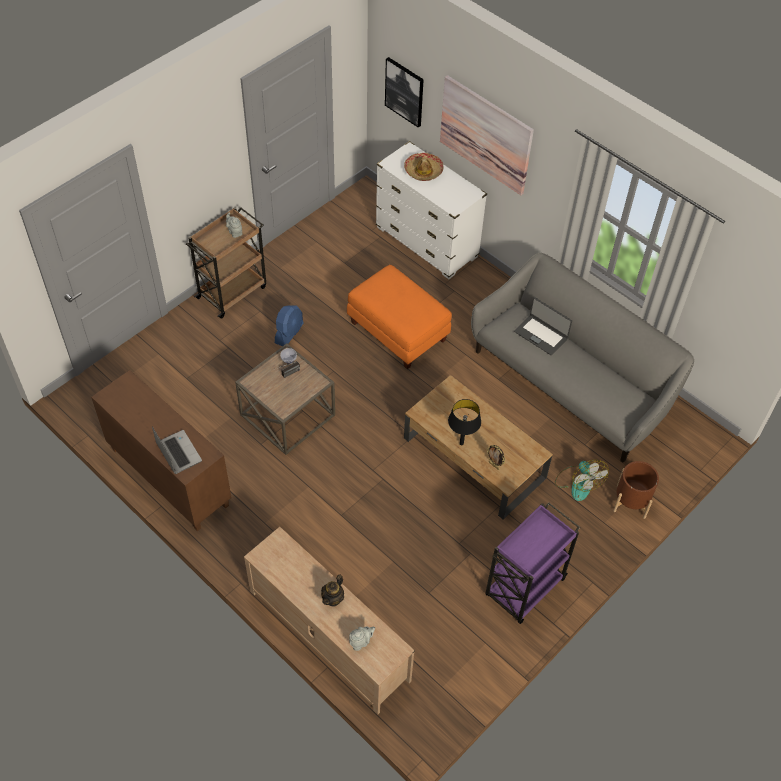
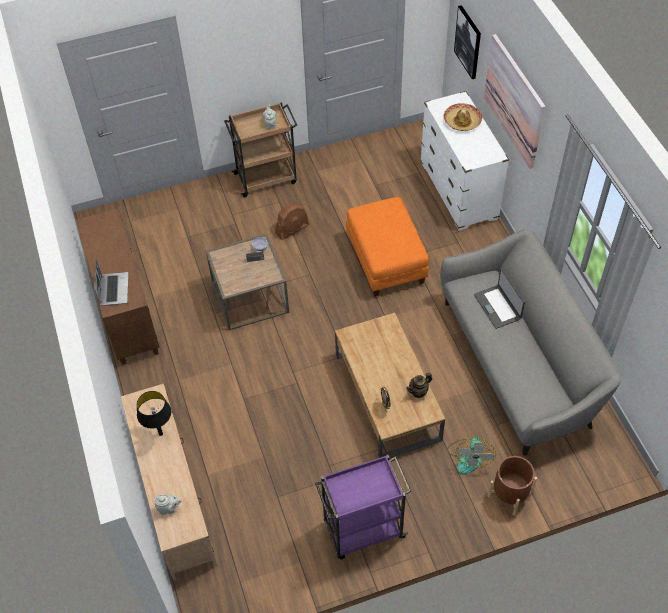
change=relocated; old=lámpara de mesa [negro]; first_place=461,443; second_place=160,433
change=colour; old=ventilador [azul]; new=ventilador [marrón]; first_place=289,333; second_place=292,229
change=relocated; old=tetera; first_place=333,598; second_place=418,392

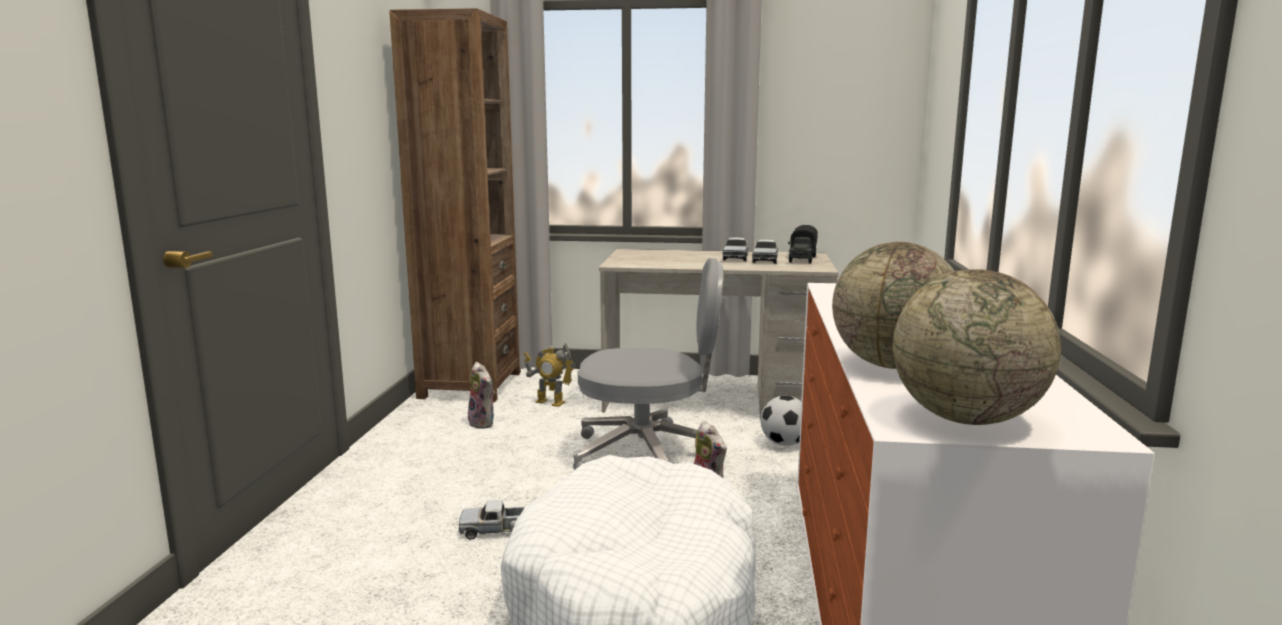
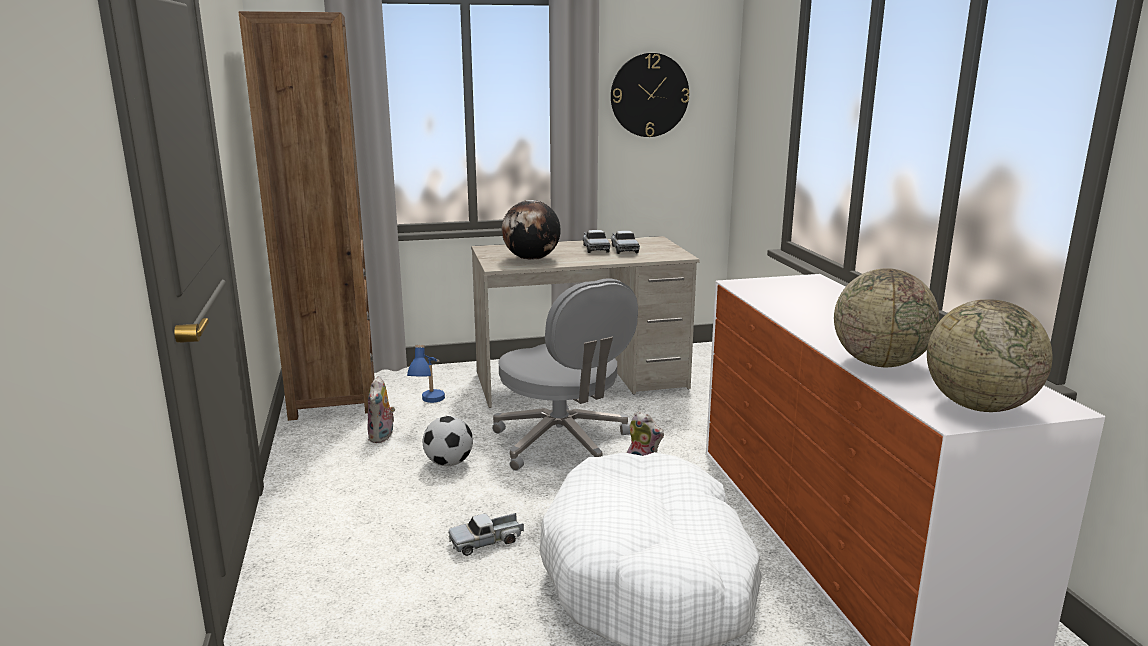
change=spun; old=peluche; first_place=484,423; second_place=382,437; degrees=60
change=exchanged; old=robot de juguete; new=lámpara de mesa [azul]; first_place=550,402; second_place=430,405
change=relocated; old=balón de fútbol; first_place=784,443; second_place=449,463
change=spun; old=silla de oficina [gris]; first_place=649,454; second_place=563,444; degrees=75
change=appeared; new=globo terráqueo; second_place=531,259
change=appeared; new=reloj de pared; second_place=649,95
change=missing; old=camión de juguete; first_place=802,259

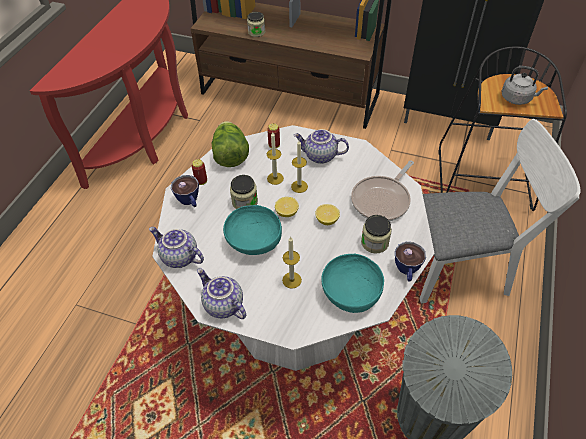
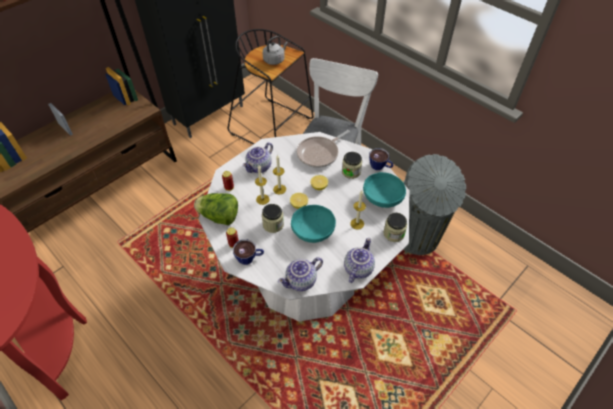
change=spun; old=sartén; first_place=382,200; second_place=320,153; degrees=75
change=spun; old=tetera; first_place=222,305; second_place=357,268; degrees=135
change=relocated; old=tarro; first_place=256,32; second_place=393,233

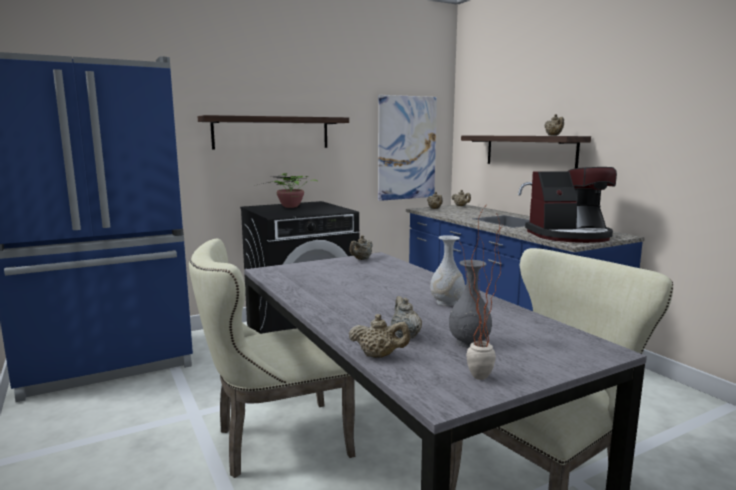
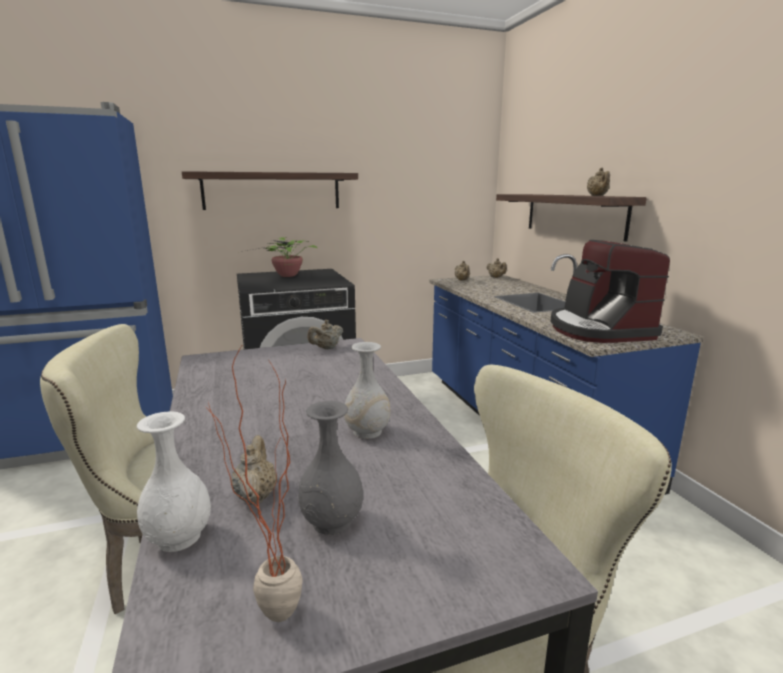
change=exchanged; old=tetera [beis]; new=florero [blanco]; first_place=379,356; second_place=180,537
change=spun; old=cafetera; first_place=569,236; second_place=598,330; degrees=75
change=missing; old=cuadro; first_place=407,148

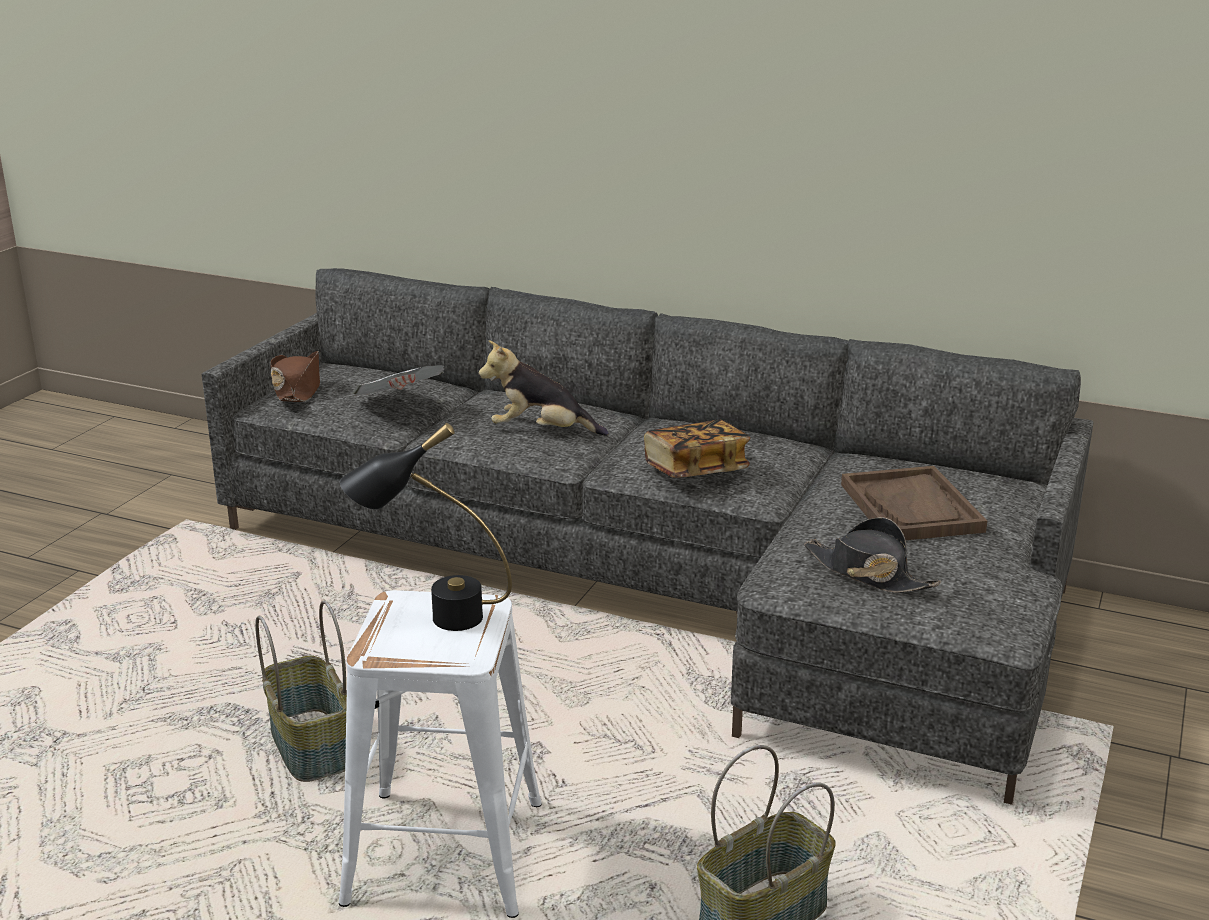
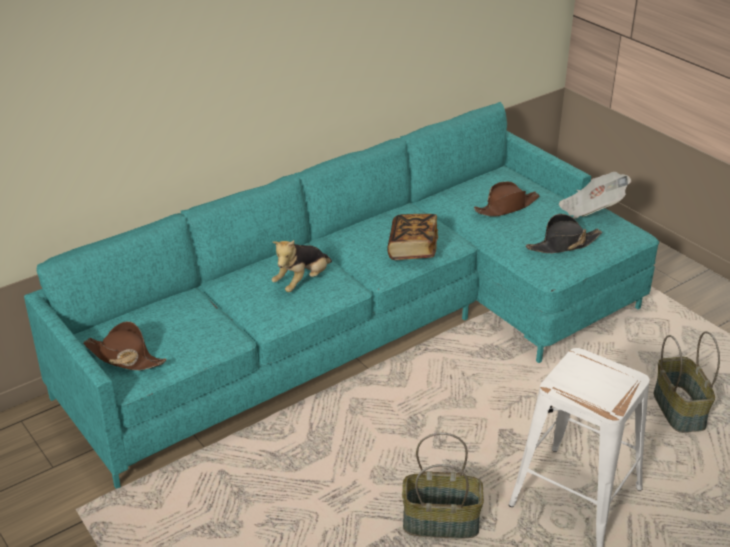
change=colour; old=sofá [gris]; new=sofá [turquesa]; first_place=659,581; second_place=369,328
change=exchanged; old=bandeja [marrón]; new=sombrero [marrón]; first_place=911,508; second_place=506,207
change=relocated; old=periódico; first_place=399,405; second_place=591,210
change=missing; old=lámpara de mesa [negro]; first_place=432,618

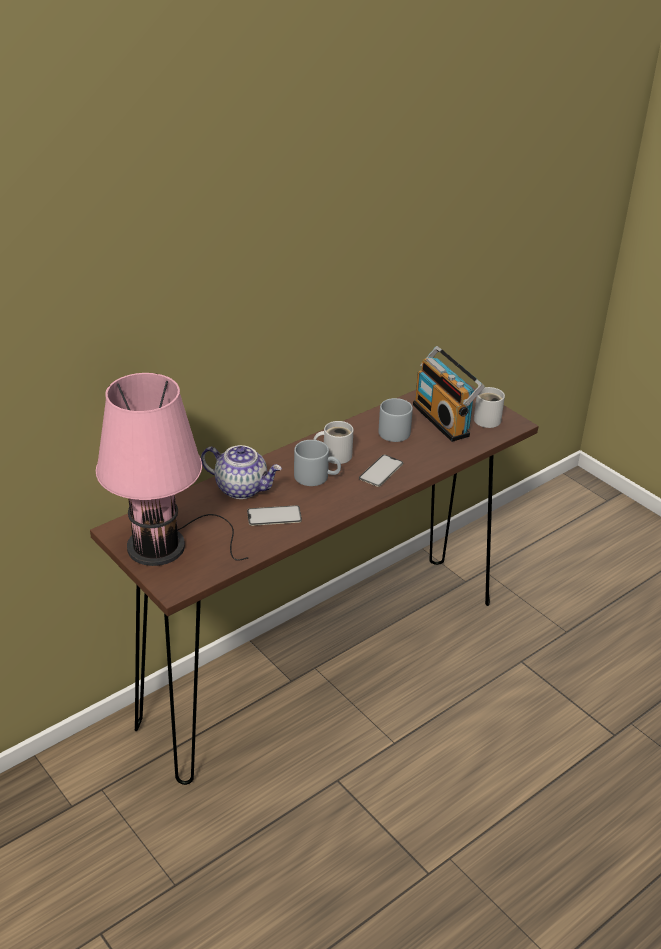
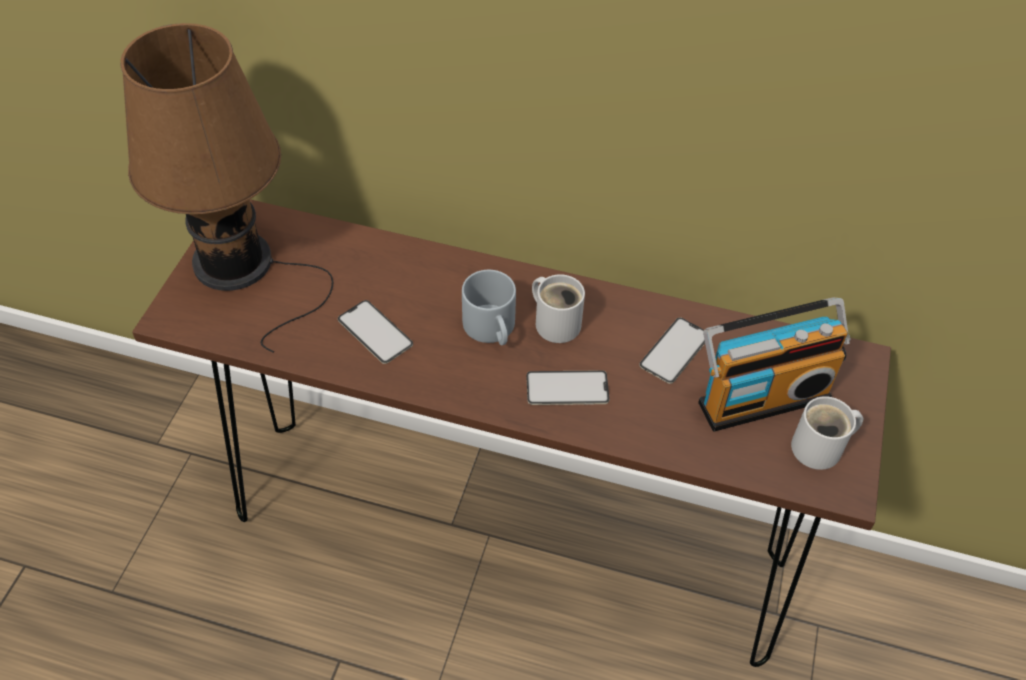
change=colour; old=lámpara de mesa [rosa]; new=lámpara de mesa [marrón]; first_place=163,545; second_place=240,266
change=exchanged; old=taza grande [gris]; new=móvil; first_place=392,429; second_place=674,350
change=spun; old=radio; first_place=444,419; second_place=761,396; degrees=-135
change=missing; old=tetera; first_place=242,488

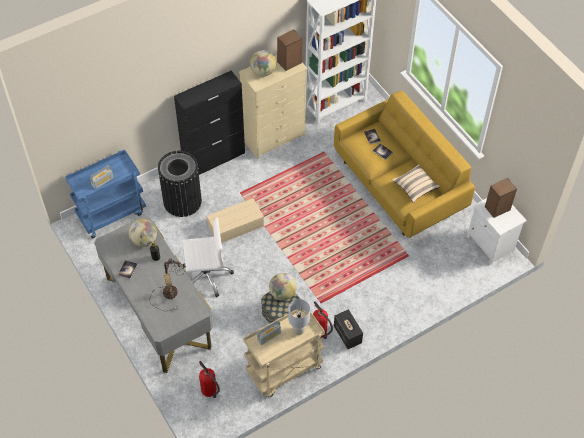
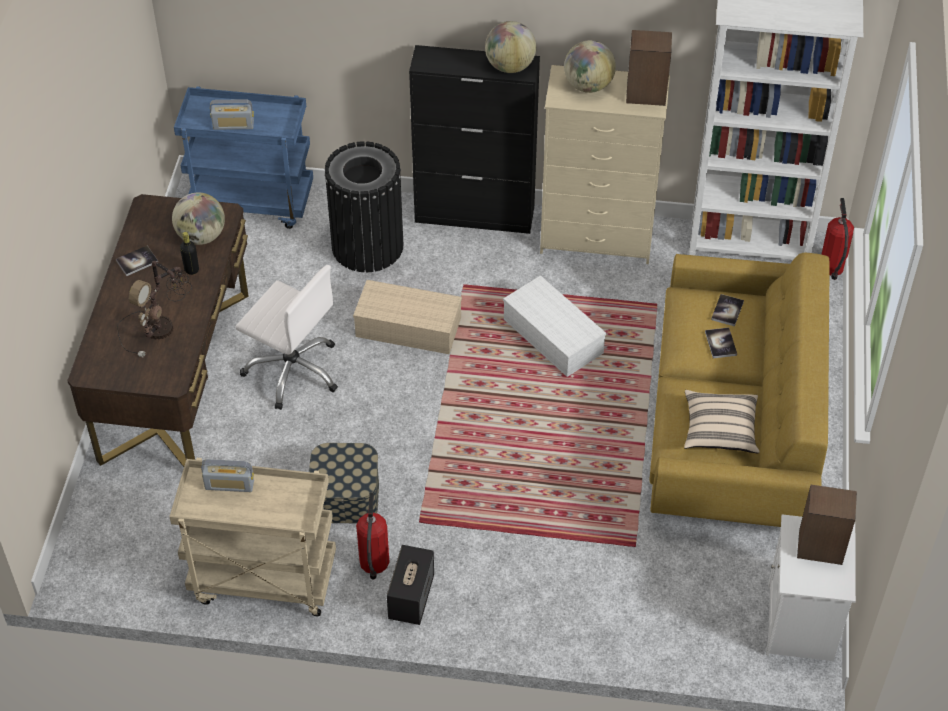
change=colour; old=escritorio [gris]; new=escritorio [marrón]; first_place=158,312; second_place=176,375
change=relocated; old=globo terráqueo; first_place=282,293; second_place=510,66
change=appeared; new=caja de almacenaje [blanco]; second_place=555,337
change=relocated; old=extintor; first_place=210,391; second_place=832,268
change=missing; old=lámpara de mesa [gris]; first_place=298,330

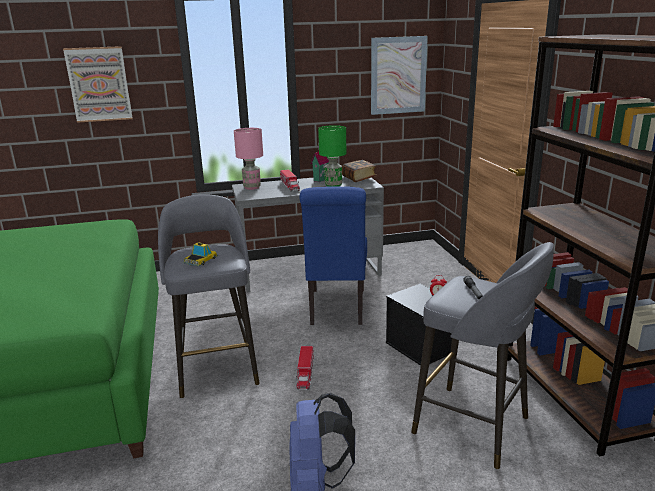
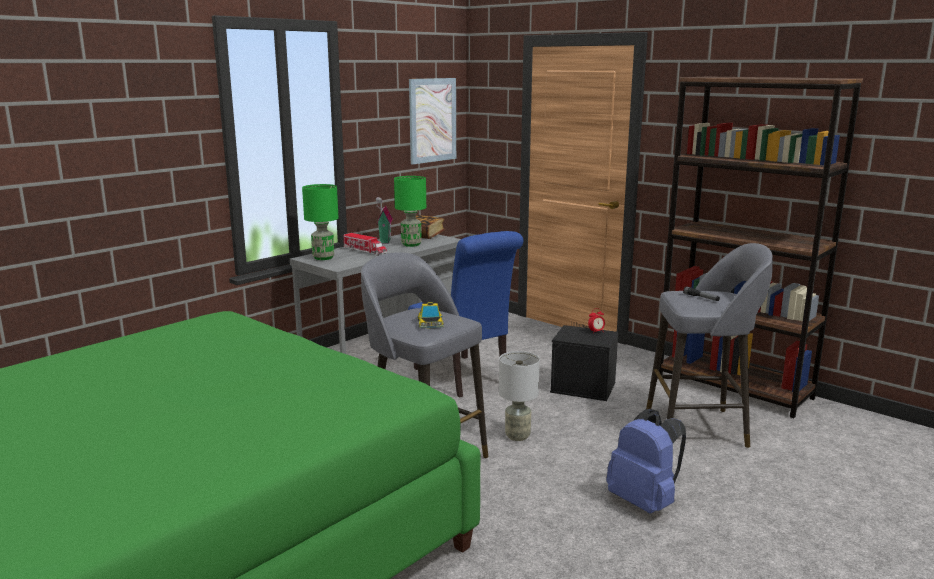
change=colour; old=lámpara de mesa [rosa]; new=lámpara de mesa [verde]; first_place=252,187; second_place=323,258
change=exchanged; old=camión de juguete; new=lámpara de mesa [gris]; first_place=305,374; second_place=517,436
change=missing; old=cuadro; first_place=99,84

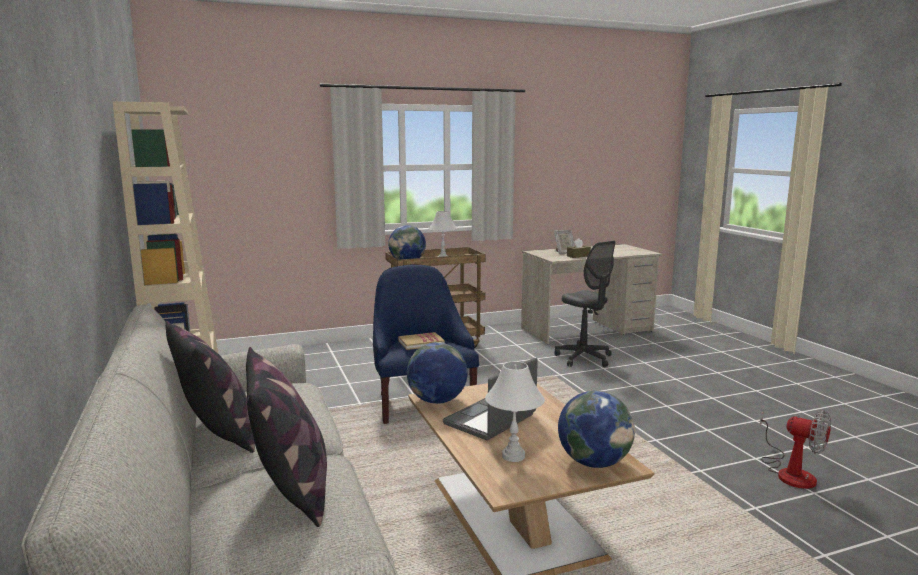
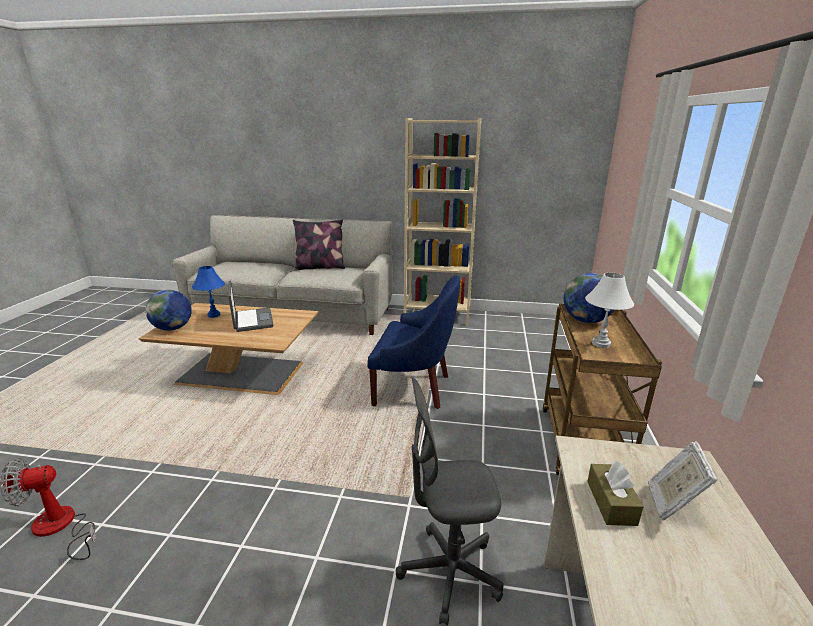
change=colour; old=lámpara de mesa [blanco]; new=lámpara de mesa [azul]; first_place=513,456; second_place=214,315
change=missing; old=cojín; first_place=292,491
change=missing; old=libro; first_place=421,343
change=missing; old=globo terráqueo; first_place=437,401

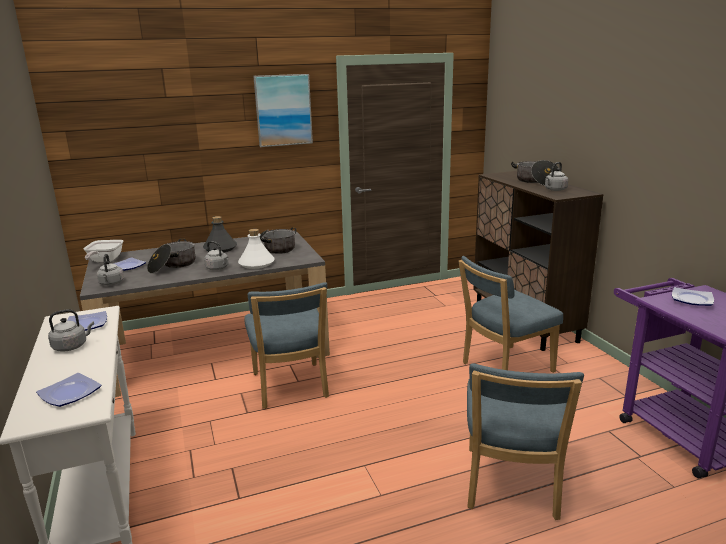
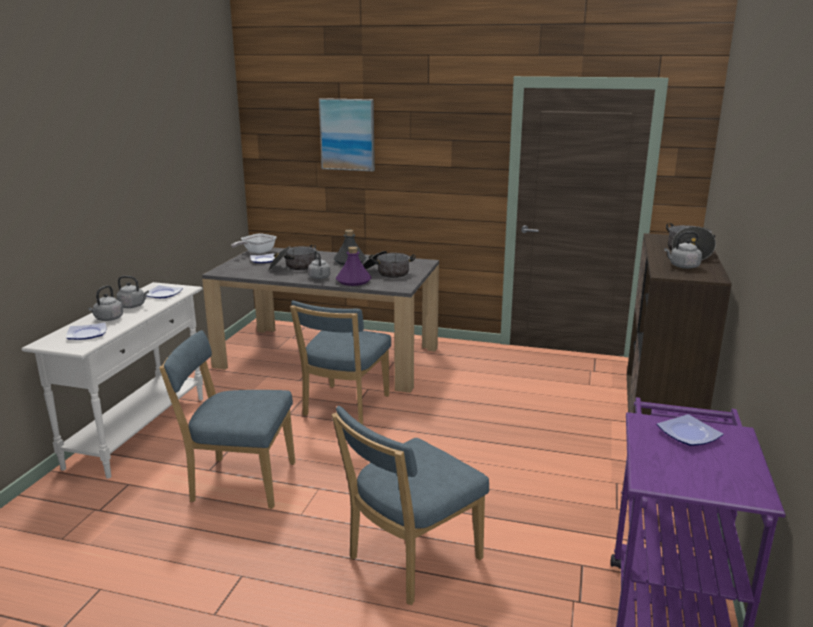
change=relocated; old=hervidor [gris]; first_place=111,284; second_place=108,319
change=relocated; old=silla [azul]; first_place=503,368; second_place=238,482
change=relocated; old=cuadro; first_place=283,110; second_place=347,134
change=colour; old=botella [blanco]; new=botella [morado]; first_place=257,264; second_place=354,281

